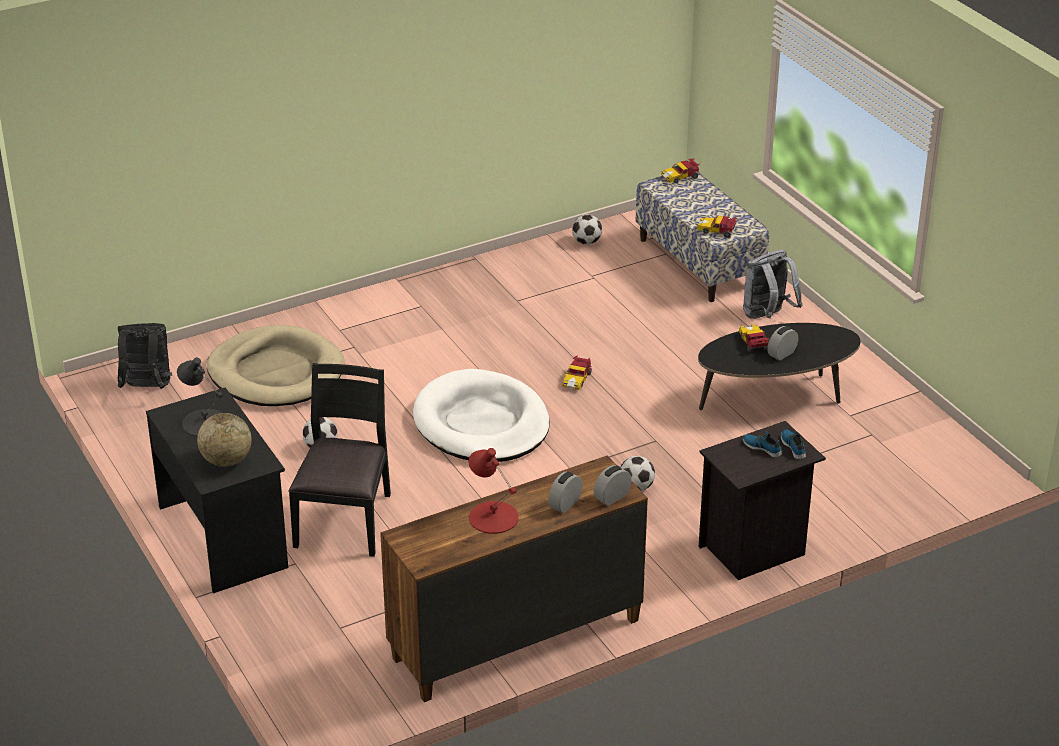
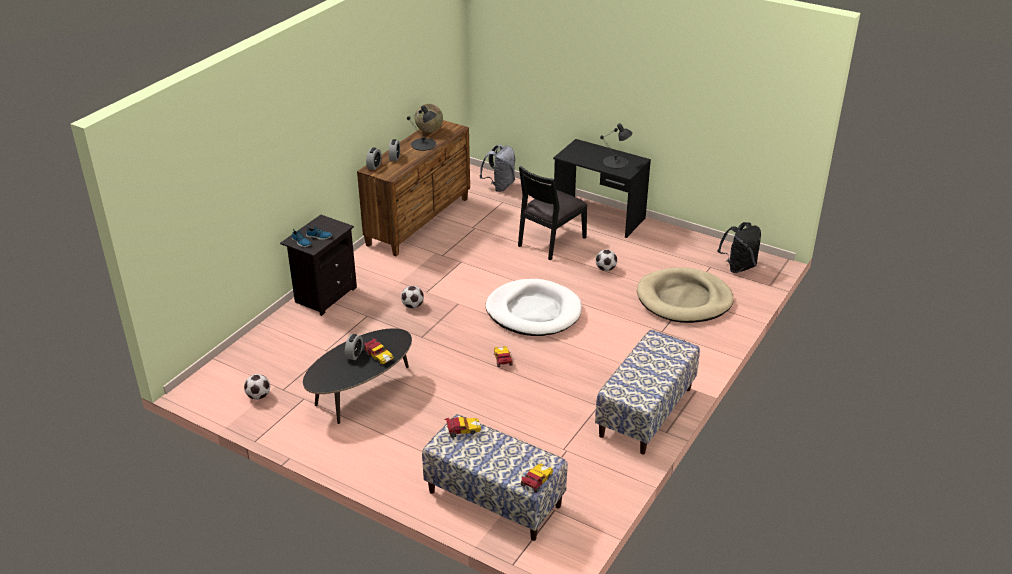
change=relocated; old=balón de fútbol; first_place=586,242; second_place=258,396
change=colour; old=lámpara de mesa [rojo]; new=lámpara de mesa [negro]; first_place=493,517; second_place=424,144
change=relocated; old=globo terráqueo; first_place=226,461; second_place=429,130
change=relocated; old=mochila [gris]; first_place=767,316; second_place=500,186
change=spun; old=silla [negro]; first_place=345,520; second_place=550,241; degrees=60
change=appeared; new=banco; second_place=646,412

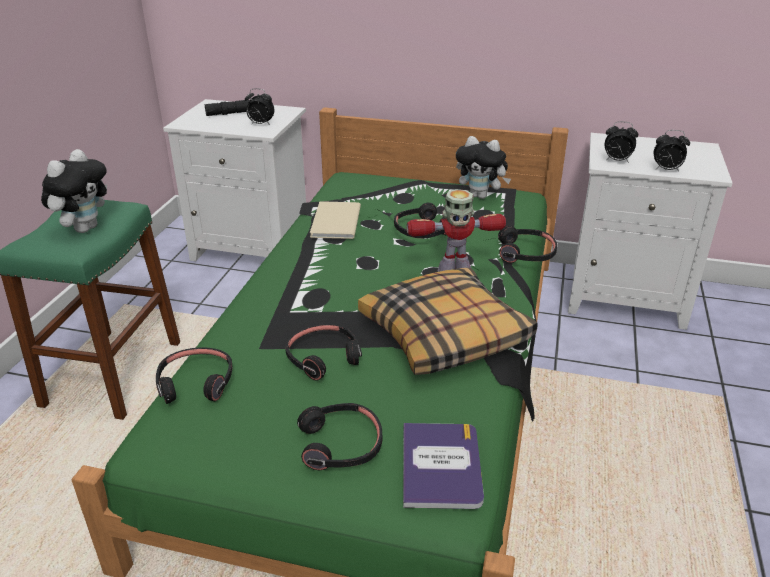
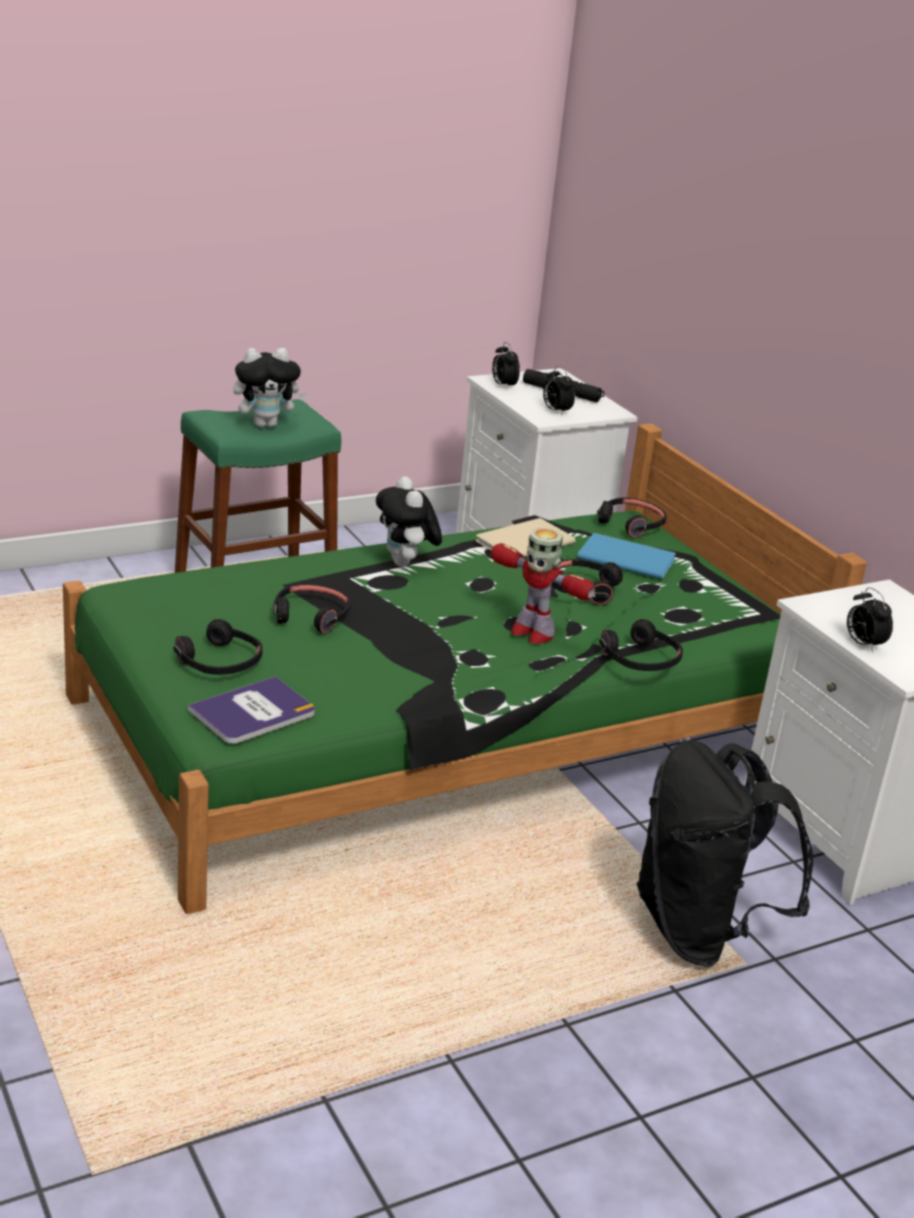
change=relocated; old=peluche; first_place=480,196; second_place=405,564
change=relocated; old=despertador; first_place=616,161; second_place=503,386
change=appeared; new=libro [azul]; second_place=624,557
change=relocated; old=auriculares [negro]; first_place=196,383; second_place=631,524
change=appeared; new=mochila [negro]; second_place=700,931
change=missing; old=cojín; first_place=444,335

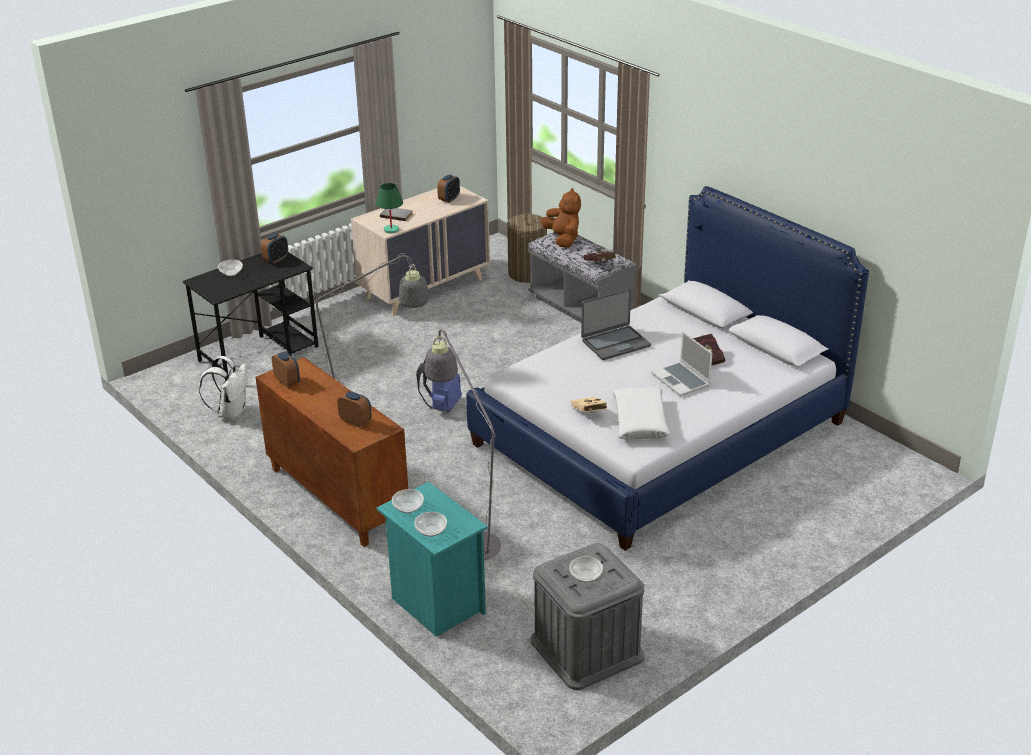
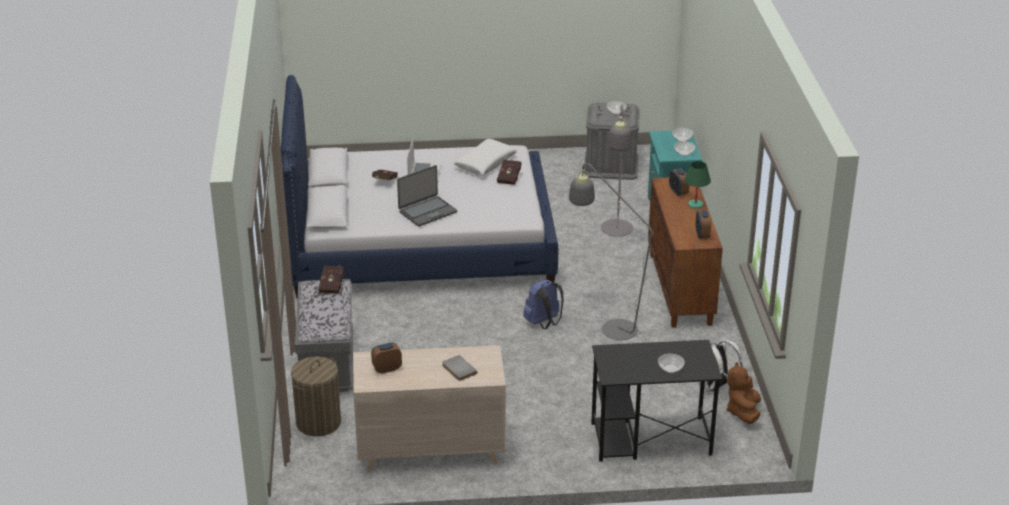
change=spun; old=portátil; first_place=615,343; second_place=427,212; degrees=135
change=colour; old=libro [beis]; new=libro [rojo]; first_place=588,414; second_place=510,178
change=relocated; old=lámpara de mesa [verde]; first_place=391,230; second_place=695,205
change=relocated; old=peluche [marrón]; first_place=563,239; second_place=743,412
change=missing; old=despertador; first_place=276,259

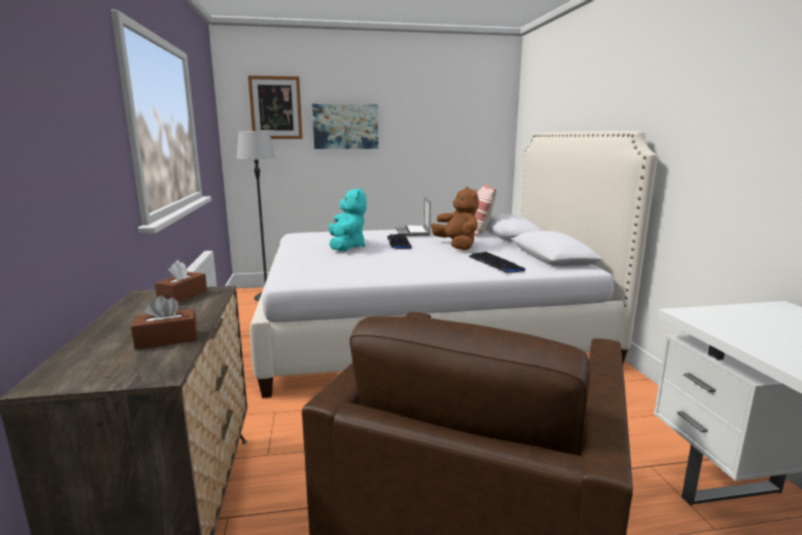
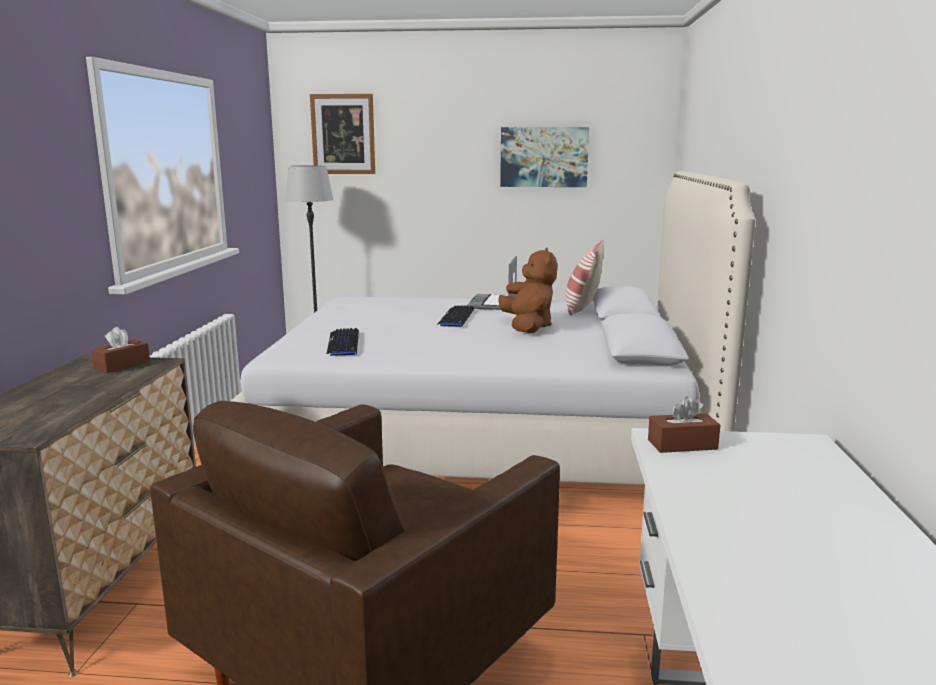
change=relocated; old=teclado; first_place=495,263; second_place=343,343
change=relocated; old=cuadro; first_place=345,126; second_place=544,157
change=relocated; old=caja de pañuelos [marrón]; first_place=167,339; second_place=682,444
change=missing; old=peluche [turquesa]; first_place=346,247

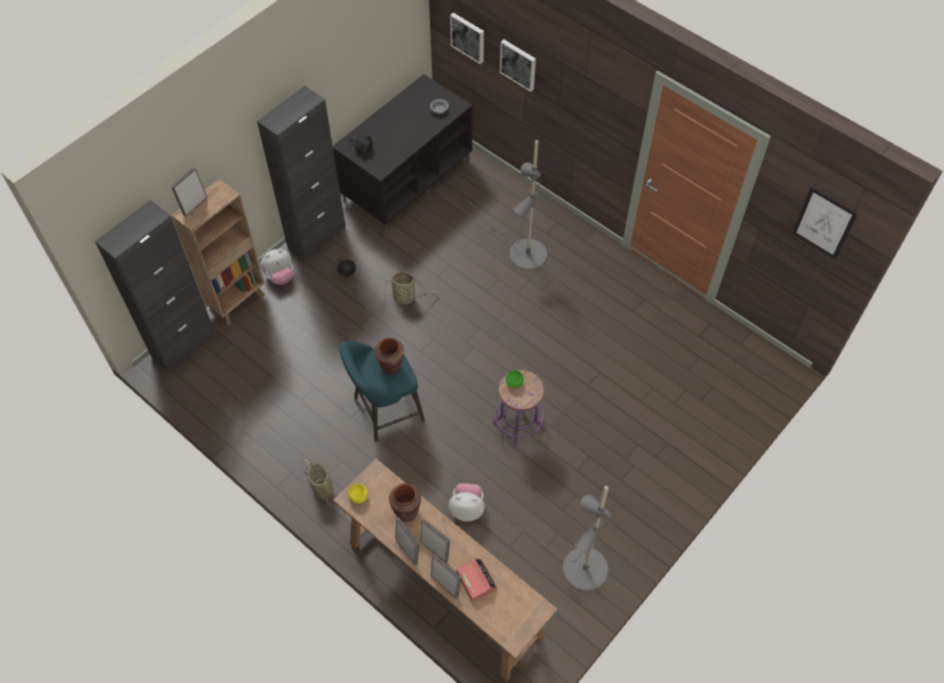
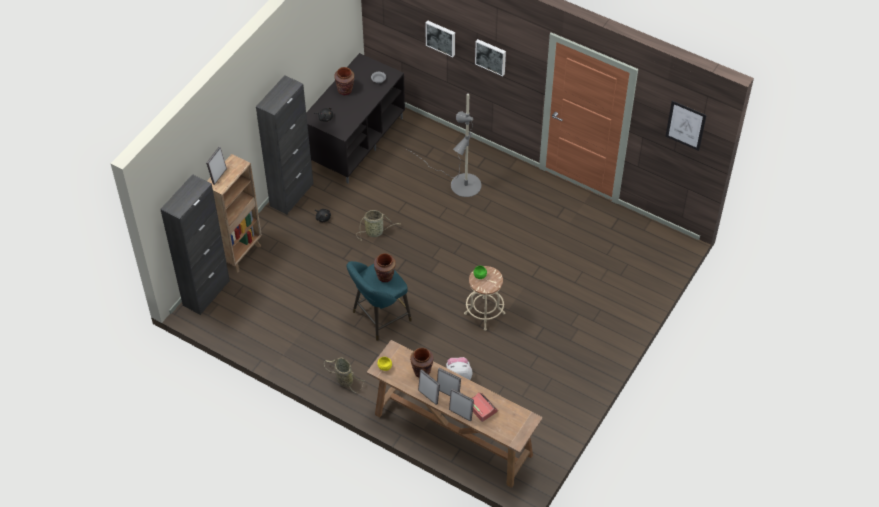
change=appeared; new=florero [marrón]; second_place=345,90
change=colour; old=taburete [morado]; new=taburete [beis]; first_place=518,425; second_place=484,313
change=relocated; old=cuadro; first_place=468,37; second_place=491,56
change=missing; old=peluche; first_place=280,276
change=missing; old=lámpara de pie [gris]; first_place=575,563

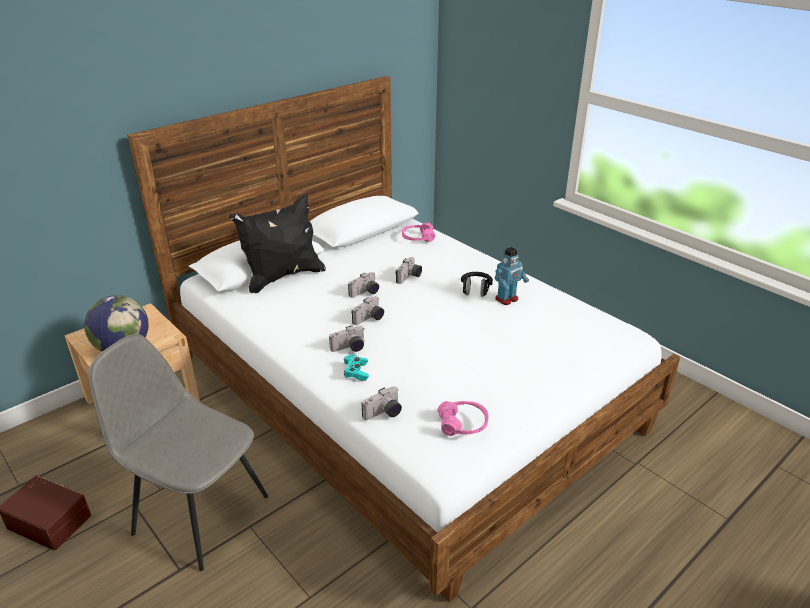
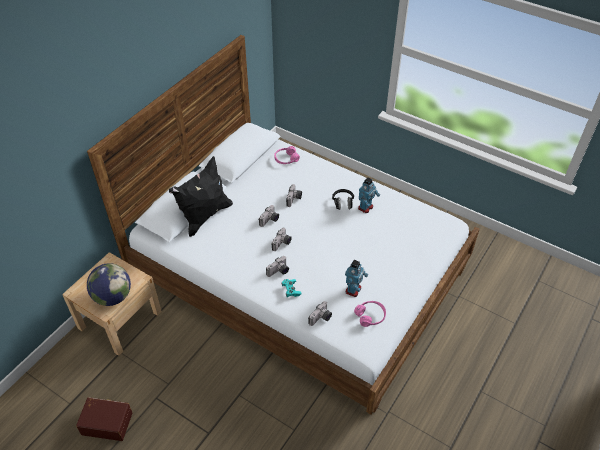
change=appeared; new=robot de juguete; second_place=353,290
change=missing; old=silla [gris]; first_place=199,513

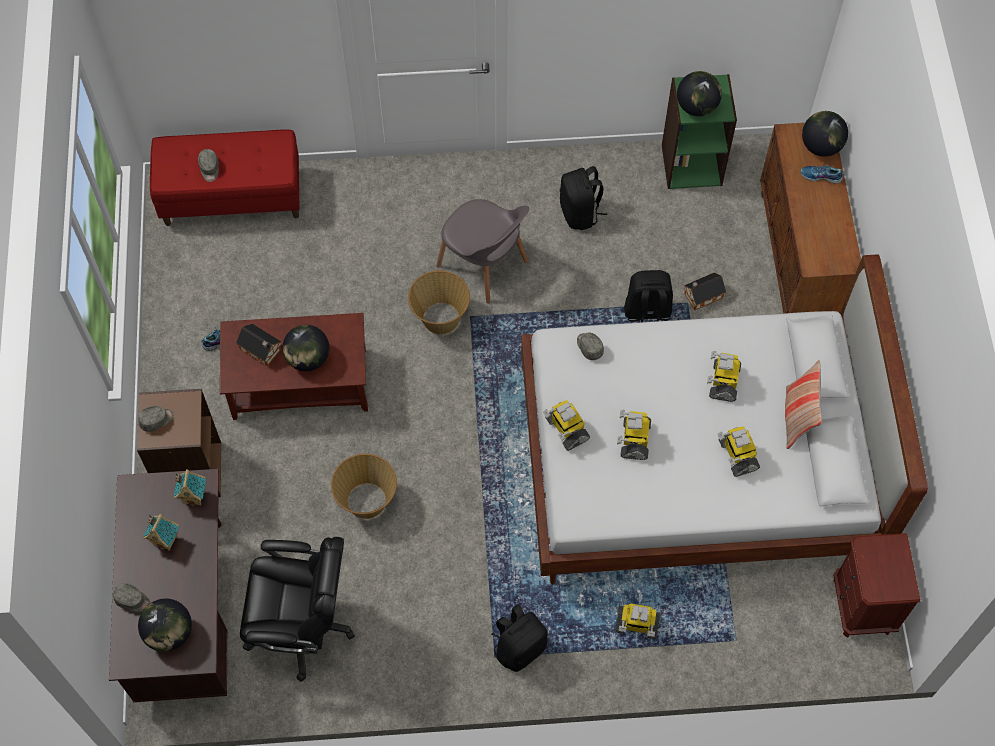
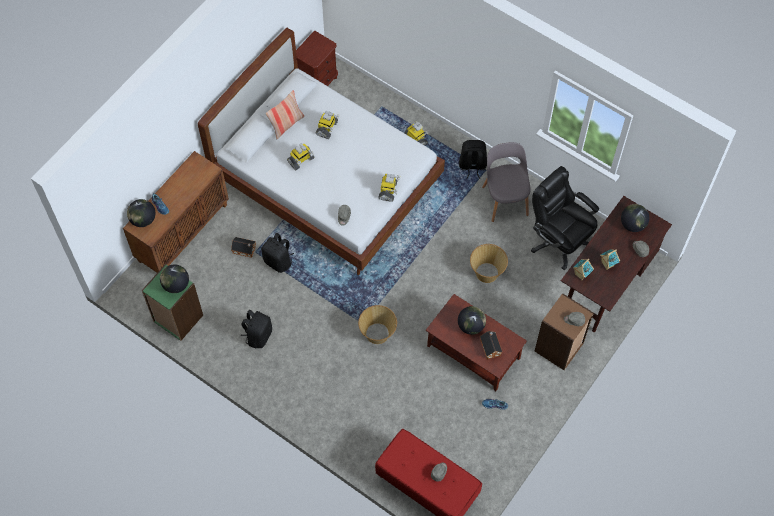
change=relocated; old=silla [gris]; first_place=484,266; second_place=505,199
change=missing; old=robot de juguete; first_place=634,439

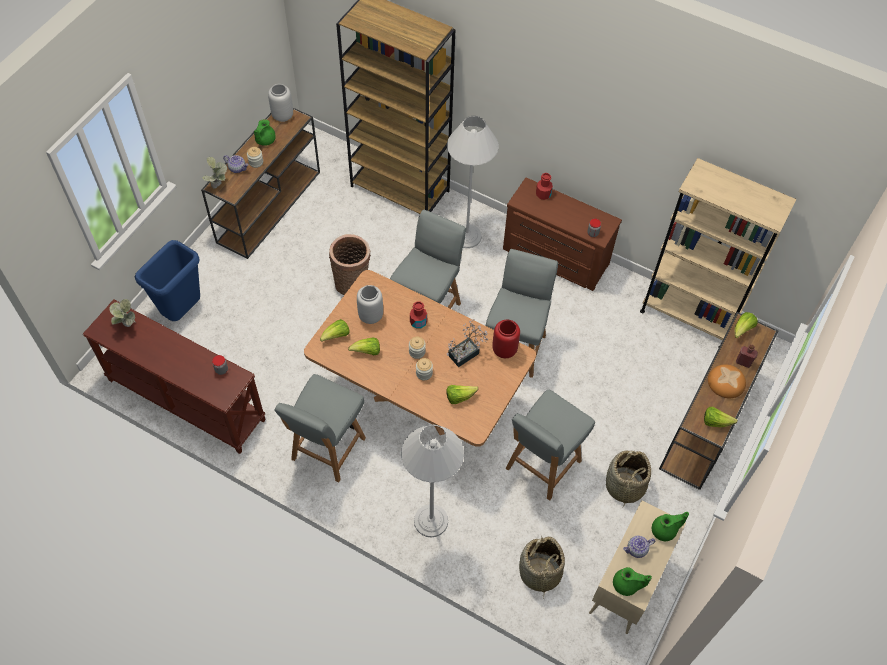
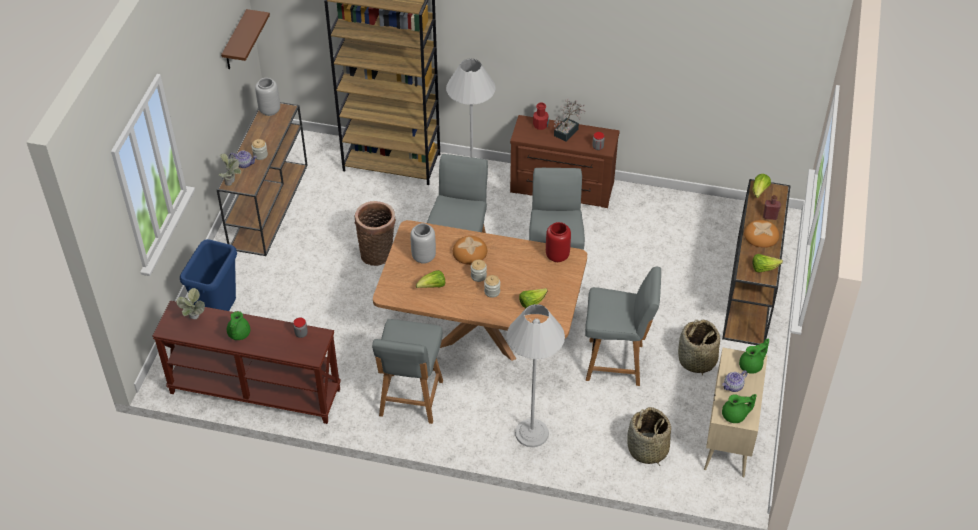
change=appeared; new=estante [marrón]; second_place=235,42
change=relocated; old=tetera [verde]; first_place=264,140; second_place=238,334
change=exchanged; old=botella [rojo]; new=pan; first_place=418,322; second_place=470,252
change=relocated; old=planta en maceta; first_place=466,353; second_place=568,131
change=spun; old=silla [gris]; first_place=542,466; second_place=616,362; degrees=-105
change=missing; old=lechuga; first_place=336,336
change=missing; old=estantería [beis]; first_place=688,316

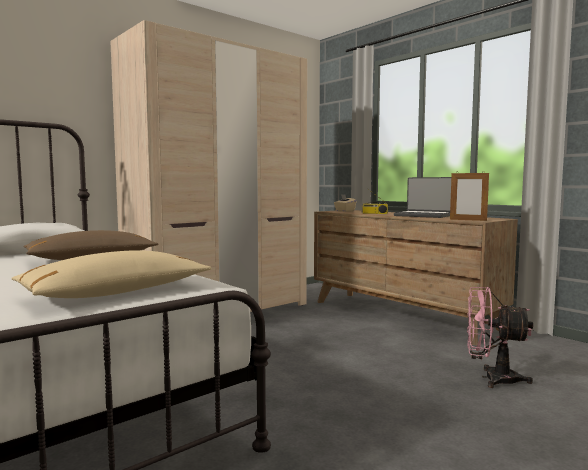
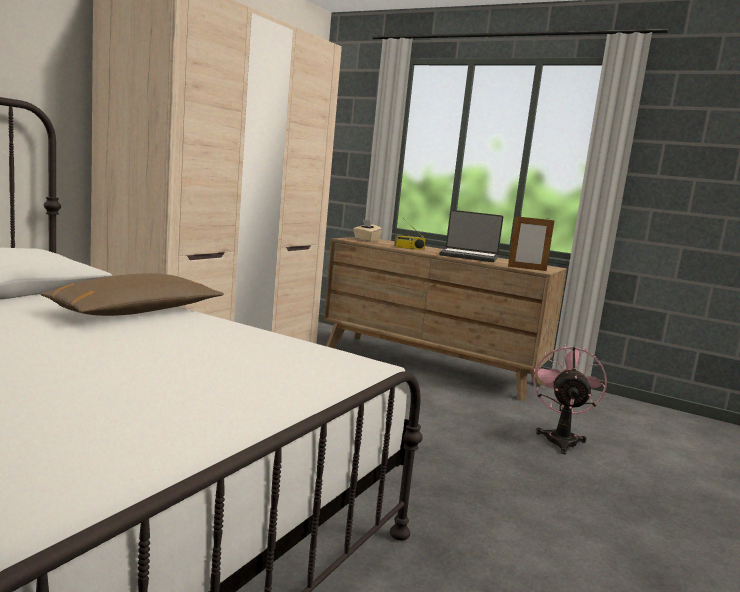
change=spun; old=ventilador [rosa]; first_place=492,378; second_place=560,438; degrees=105
change=missing; old=cojín [beis]; first_place=116,293

